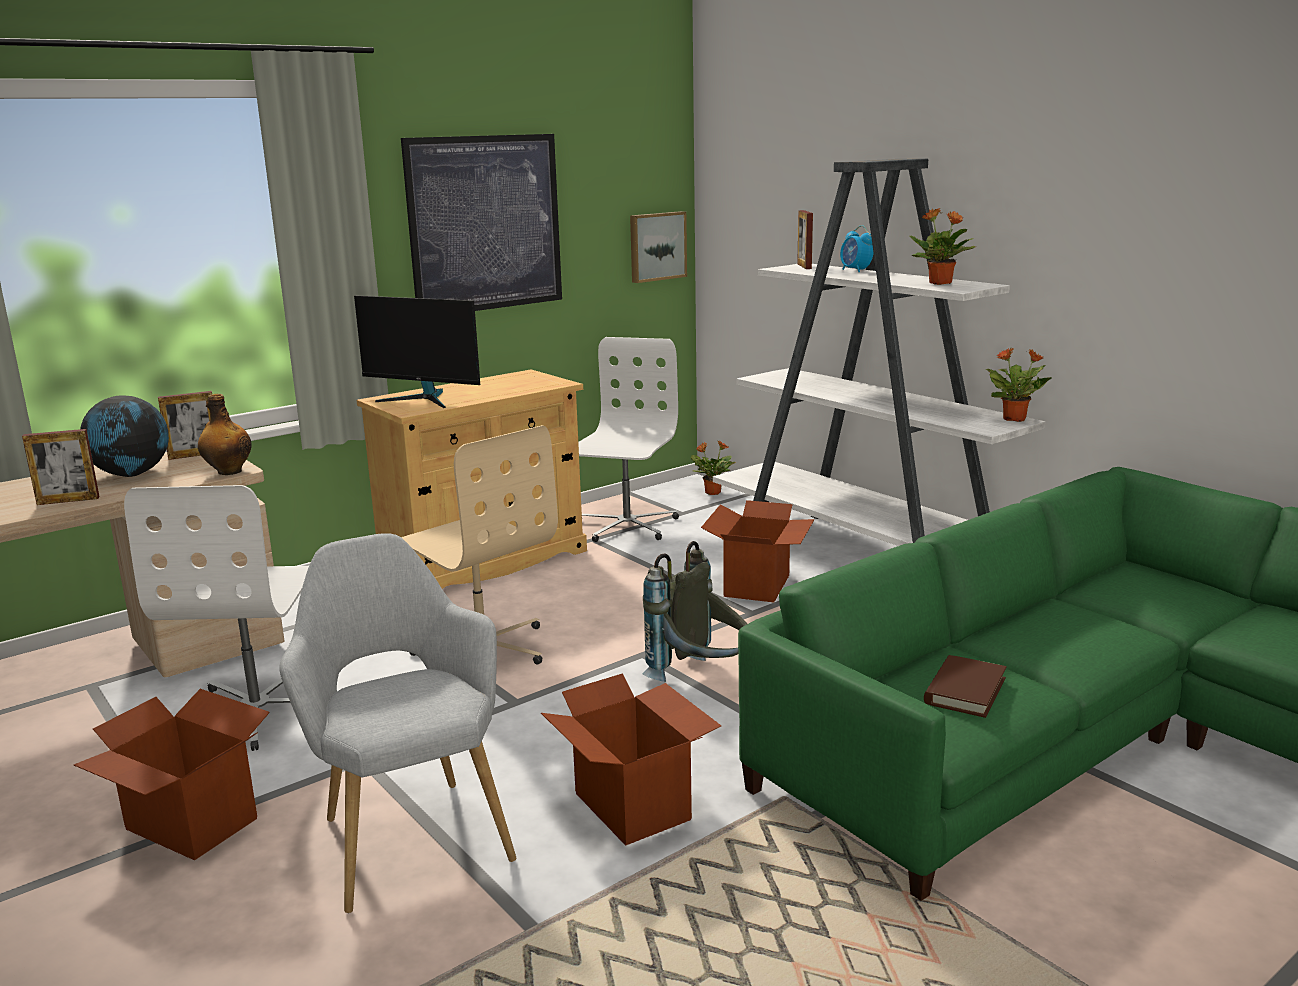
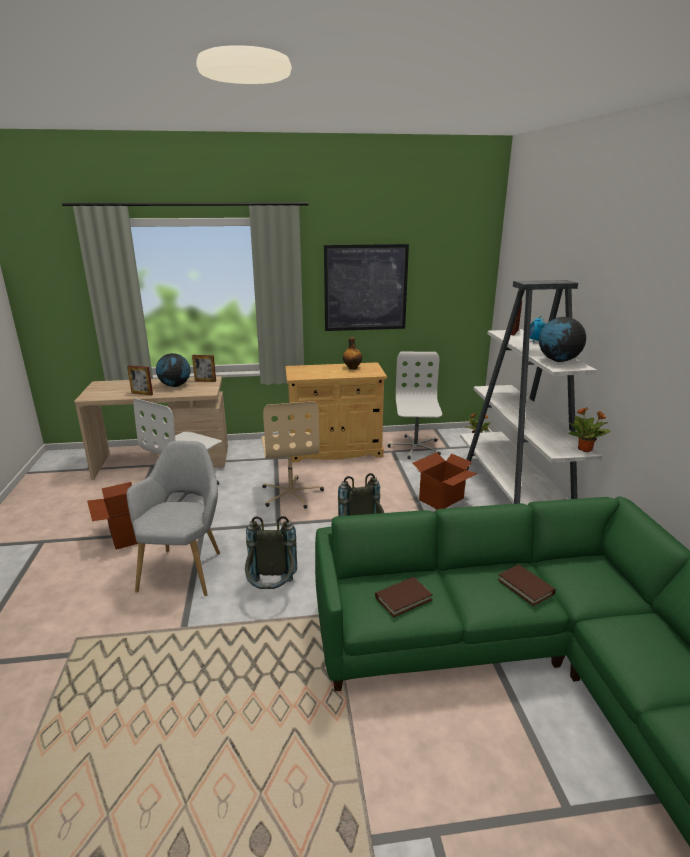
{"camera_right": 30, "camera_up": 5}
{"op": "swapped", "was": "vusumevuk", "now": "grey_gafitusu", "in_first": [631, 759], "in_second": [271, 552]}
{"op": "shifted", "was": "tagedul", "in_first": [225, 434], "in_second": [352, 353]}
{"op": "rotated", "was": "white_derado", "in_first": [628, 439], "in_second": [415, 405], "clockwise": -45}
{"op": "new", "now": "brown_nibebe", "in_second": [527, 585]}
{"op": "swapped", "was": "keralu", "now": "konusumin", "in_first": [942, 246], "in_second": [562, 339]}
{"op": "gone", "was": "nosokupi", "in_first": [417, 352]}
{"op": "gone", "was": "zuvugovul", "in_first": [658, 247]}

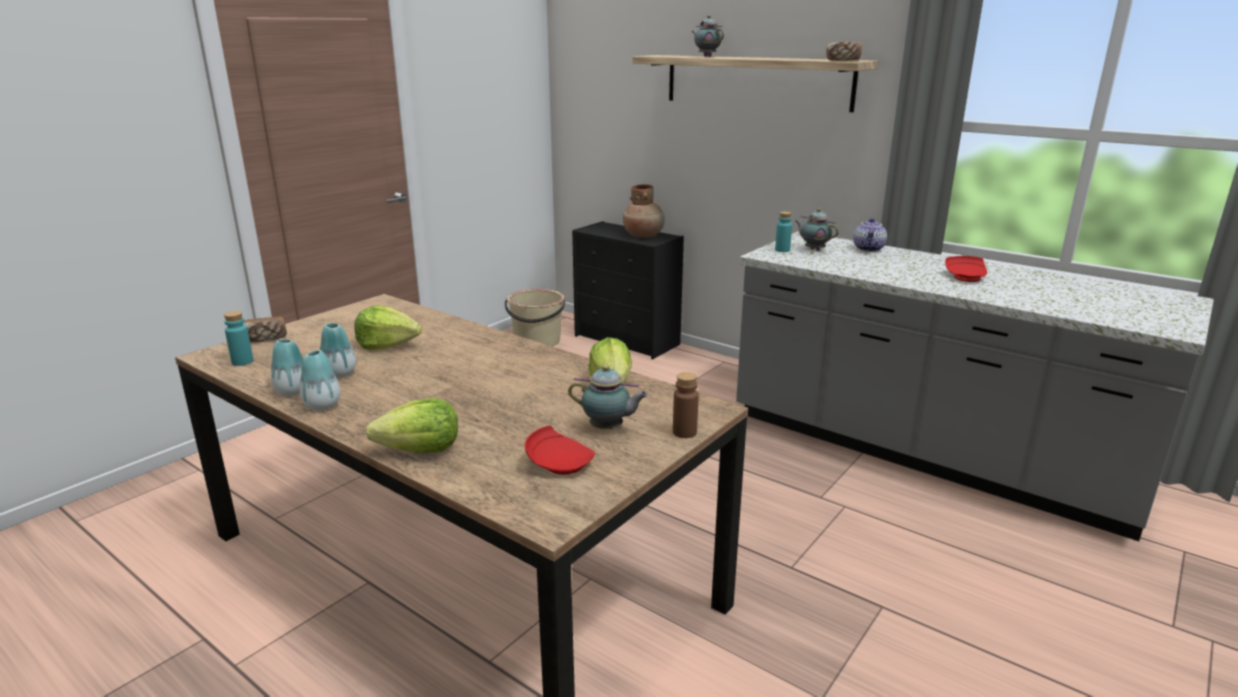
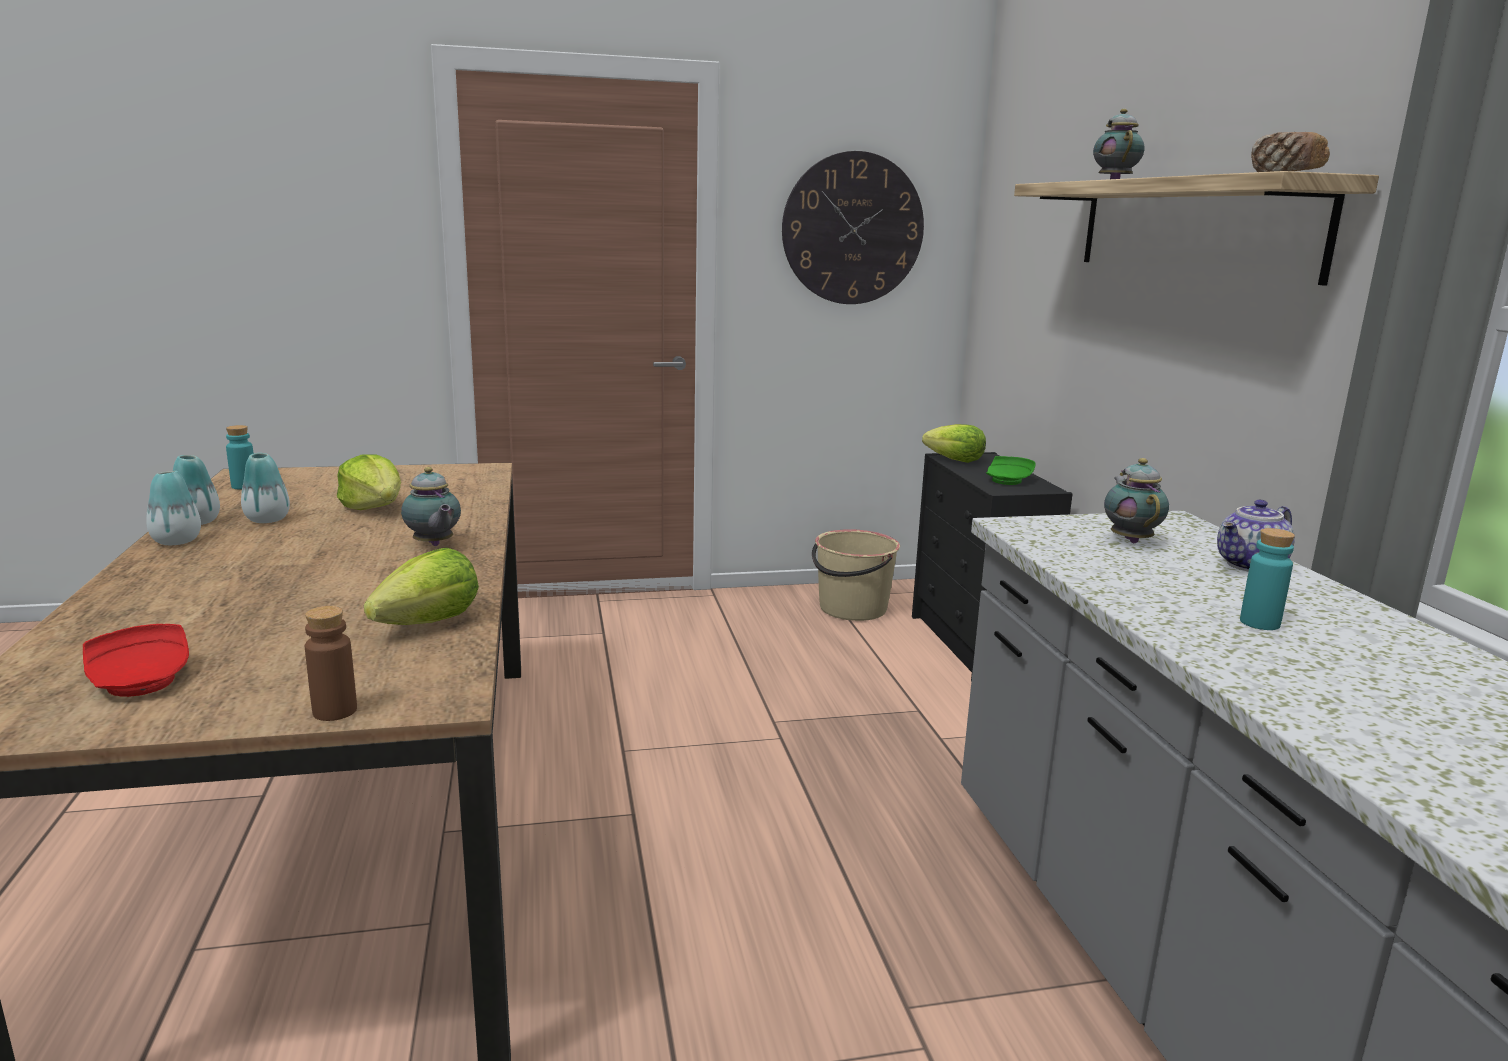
{"camera_right": 40, "camera_up": -5}
{"op": "shifted", "was": "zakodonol", "in_first": [608, 397], "in_second": [431, 506]}
{"op": "new", "now": "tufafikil", "in_second": [853, 227]}
{"op": "shifted", "was": "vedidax", "in_first": [412, 425], "in_second": [954, 443]}
{"op": "swapped", "was": "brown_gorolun", "now": "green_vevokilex", "in_first": [644, 211], "in_second": [1011, 470]}
{"op": "shifted", "was": "turquoise_tagedul", "in_first": [783, 231], "in_second": [1267, 579]}
{"op": "gone", "was": "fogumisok", "in_first": [265, 329]}
{"op": "gone", "was": "red_vevokilex", "in_first": [966, 269]}

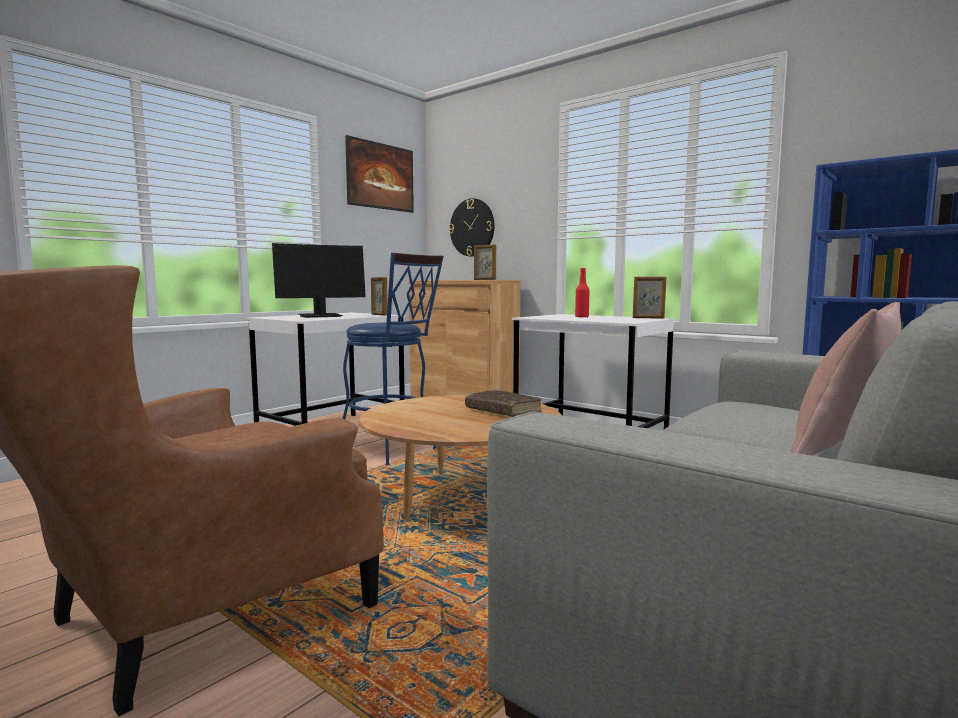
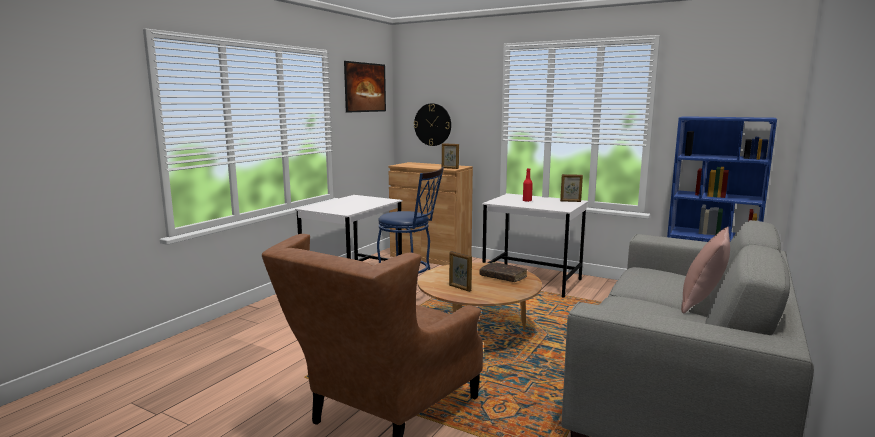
{"camera_right": -10, "camera_up": 5}
{"op": "shifted", "was": "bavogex", "in_first": [379, 296], "in_second": [460, 271]}
{"op": "gone", "was": "nosokupi", "in_first": [319, 280]}

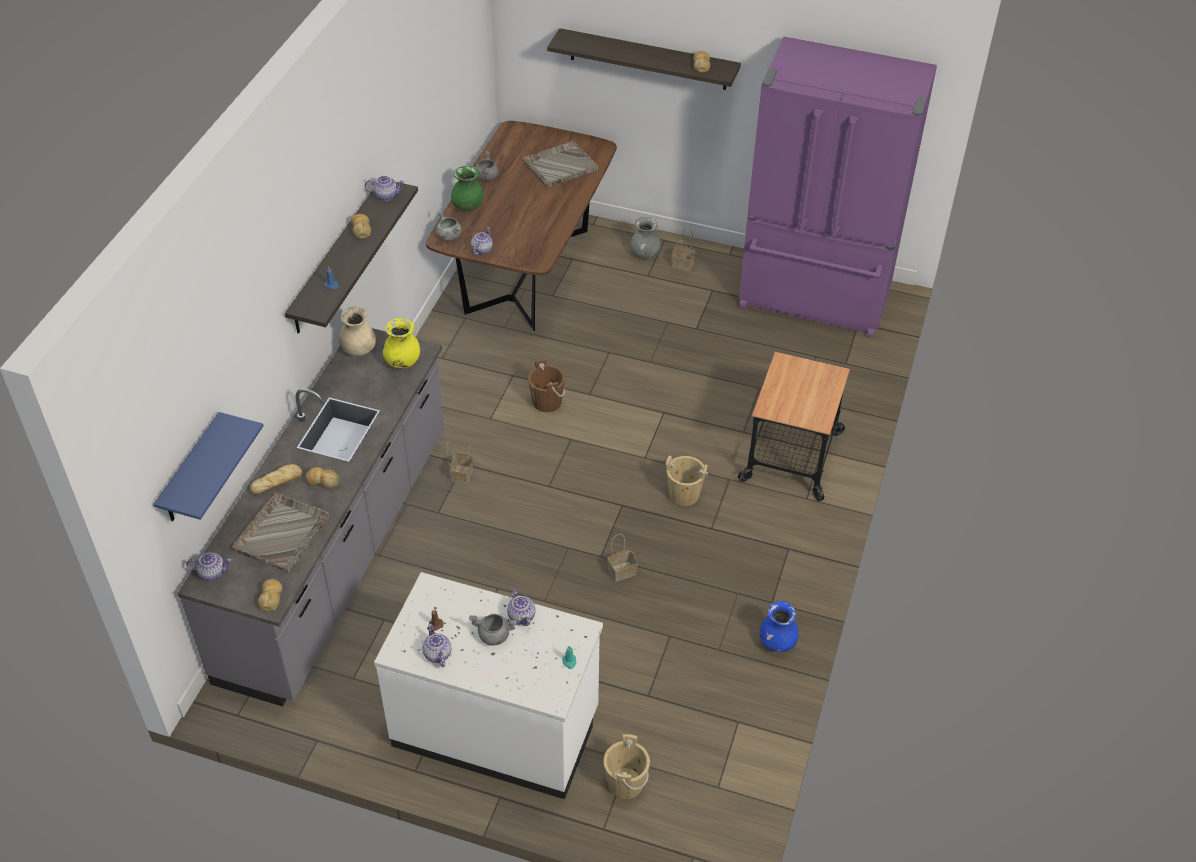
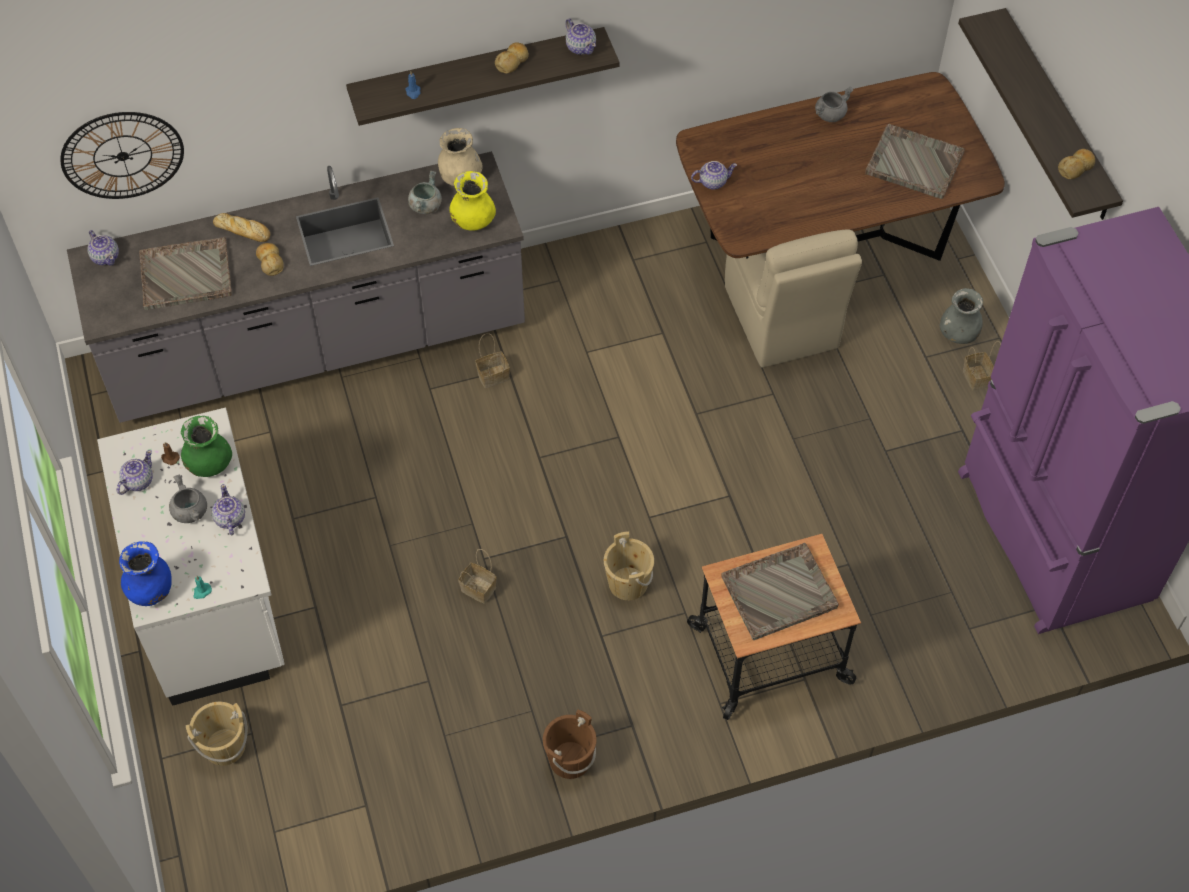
{"camera_right": 55, "camera_up": 10}
{"op": "swapped", "was": "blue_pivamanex", "now": "tufafikil", "in_first": [208, 466], "in_second": [122, 155]}
{"op": "shifted", "was": "blue_gorolun", "in_first": [779, 626], "in_second": [145, 573]}
{"op": "shifted", "was": "green_gorolun", "in_first": [467, 188], "in_second": [206, 446]}
{"op": "rotated", "was": "zakodonol", "in_first": [521, 607], "in_second": [228, 509], "clockwise": 135}
{"op": "shifted", "was": "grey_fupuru", "in_first": [449, 225], "in_second": [425, 192]}
{"op": "shifted", "was": "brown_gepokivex", "in_first": [546, 385], "in_second": [570, 744]}
{"op": "new", "now": "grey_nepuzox", "in_second": [780, 591]}
{"op": "new", "now": "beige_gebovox", "in_second": [793, 298]}
{"op": "gone", "was": "fogumisok", "in_first": [270, 595]}

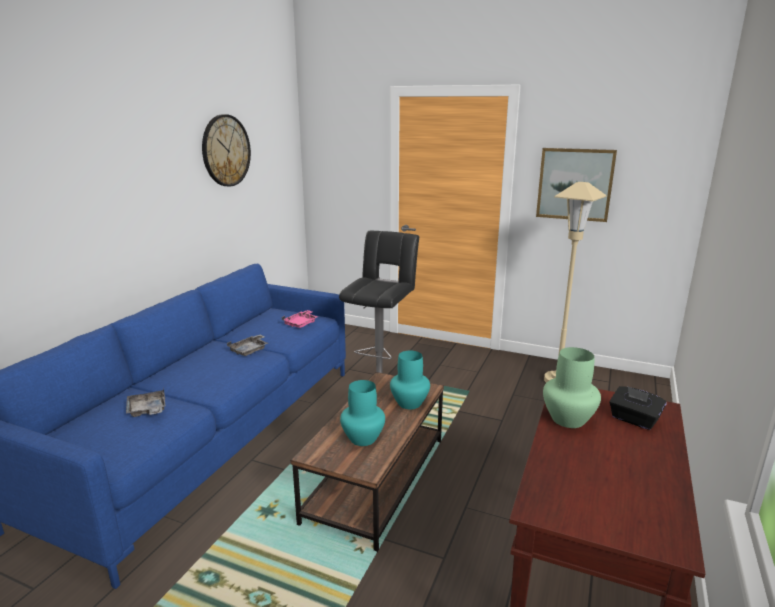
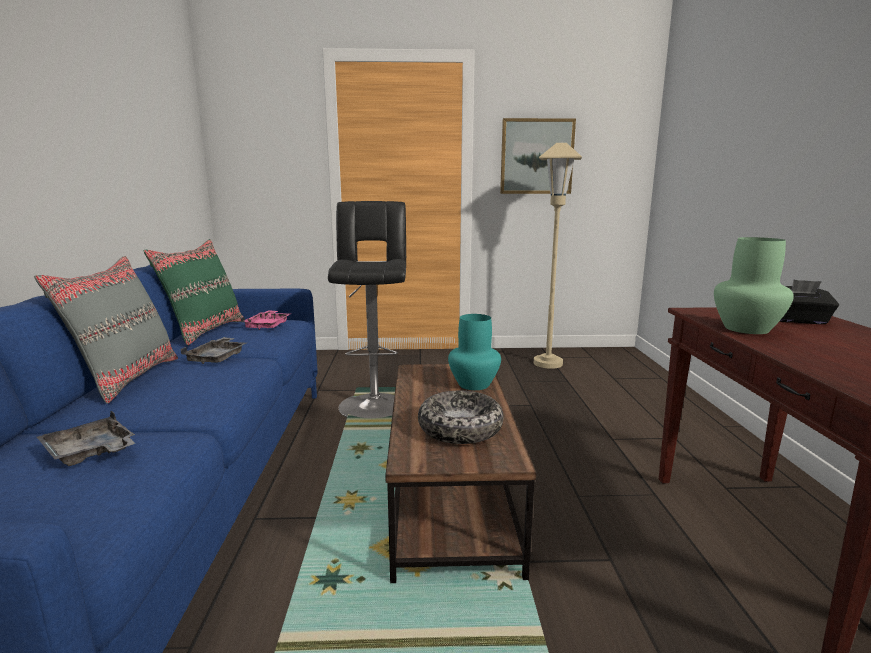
{"camera_right": -25, "camera_up": -5}
{"op": "new", "now": "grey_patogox", "in_second": [106, 330]}
{"op": "new", "now": "green_patogox", "in_second": [193, 292]}
{"op": "swapped", "was": "turquoise_gorolun", "now": "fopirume", "in_first": [362, 413], "in_second": [461, 417]}
{"op": "gone", "was": "tufafikil", "in_first": [226, 150]}

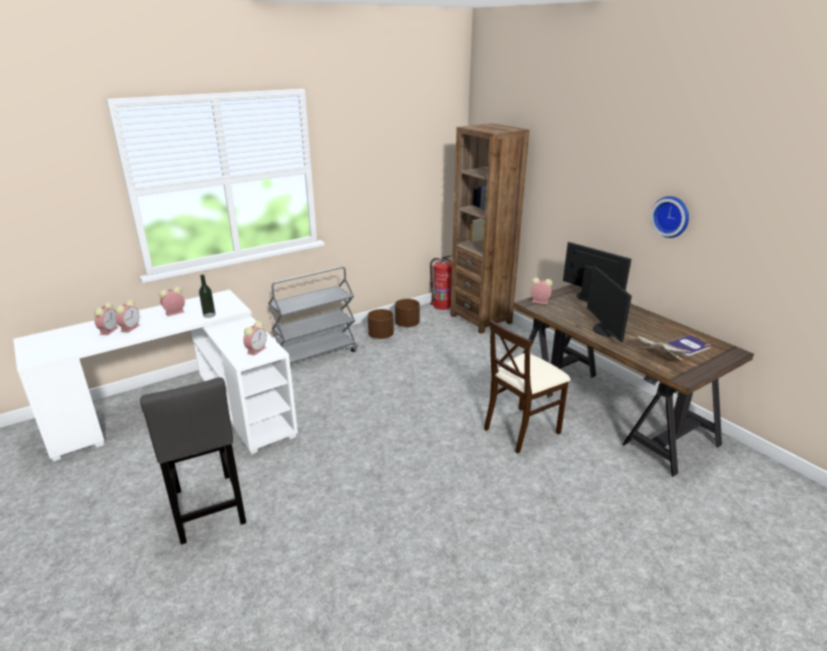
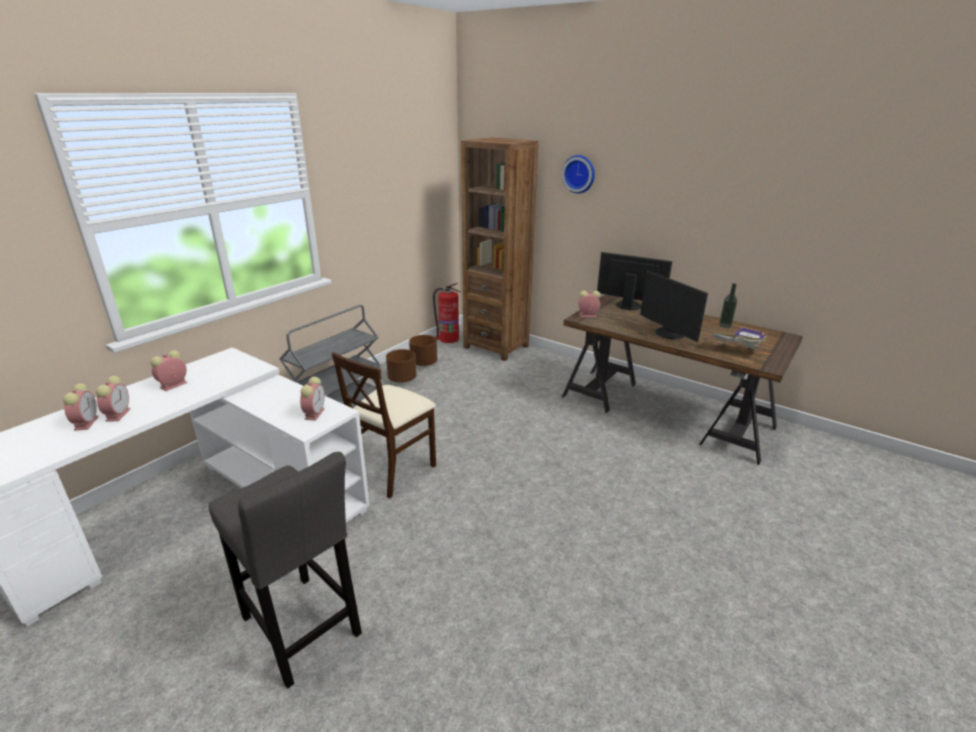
{"camera_right": -20, "camera_up": 0}
{"op": "shifted", "was": "beige_gebovox", "in_first": [527, 387], "in_second": [384, 425]}
{"op": "shifted", "was": "tufafikil", "in_first": [669, 217], "in_second": [578, 174]}
{"op": "shifted", "was": "tagedul", "in_first": [207, 296], "in_second": [728, 305]}

